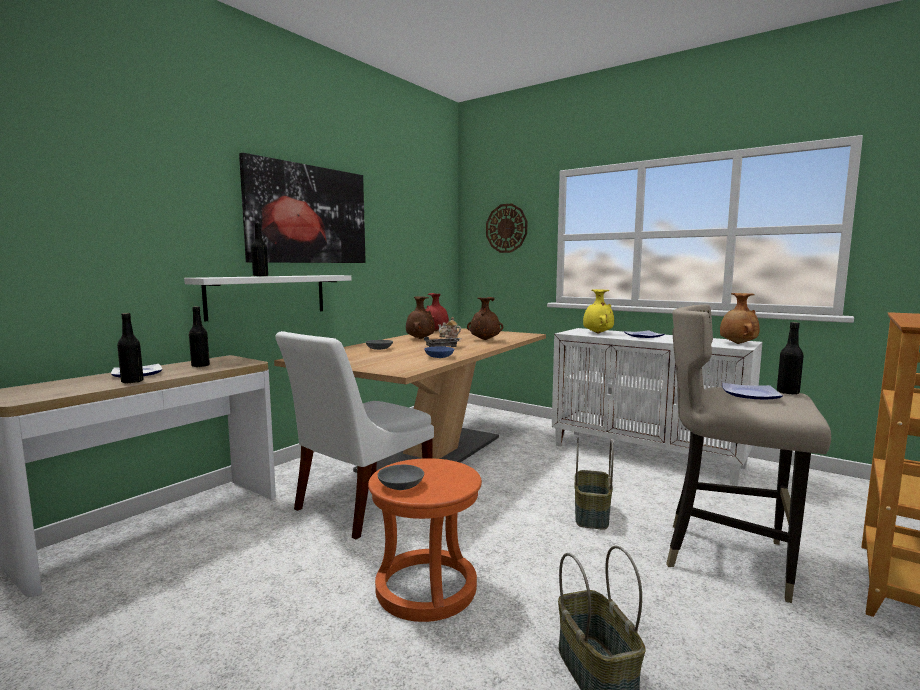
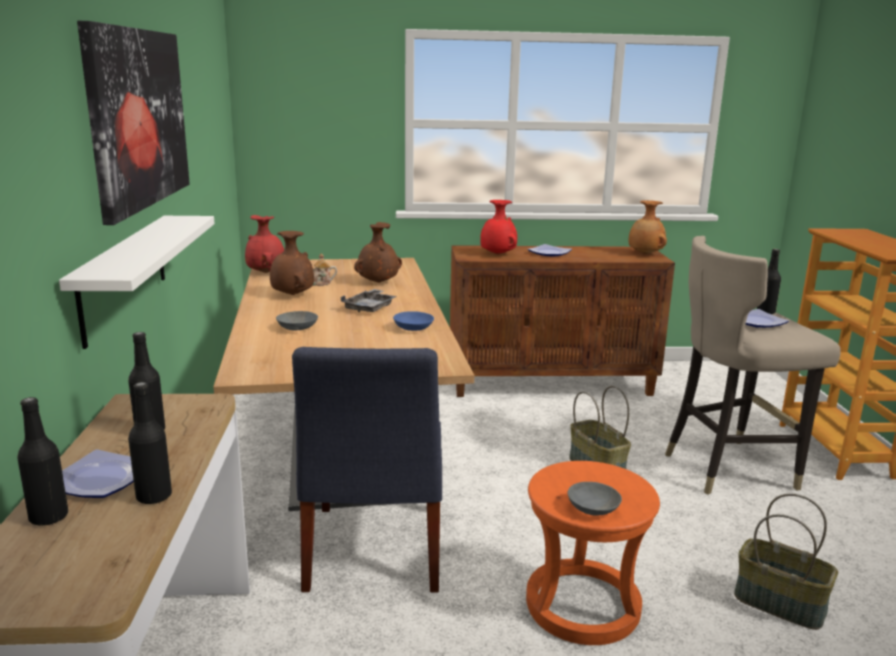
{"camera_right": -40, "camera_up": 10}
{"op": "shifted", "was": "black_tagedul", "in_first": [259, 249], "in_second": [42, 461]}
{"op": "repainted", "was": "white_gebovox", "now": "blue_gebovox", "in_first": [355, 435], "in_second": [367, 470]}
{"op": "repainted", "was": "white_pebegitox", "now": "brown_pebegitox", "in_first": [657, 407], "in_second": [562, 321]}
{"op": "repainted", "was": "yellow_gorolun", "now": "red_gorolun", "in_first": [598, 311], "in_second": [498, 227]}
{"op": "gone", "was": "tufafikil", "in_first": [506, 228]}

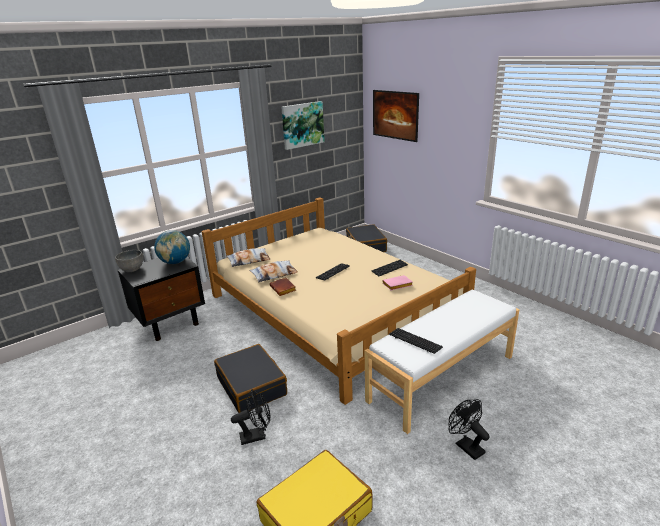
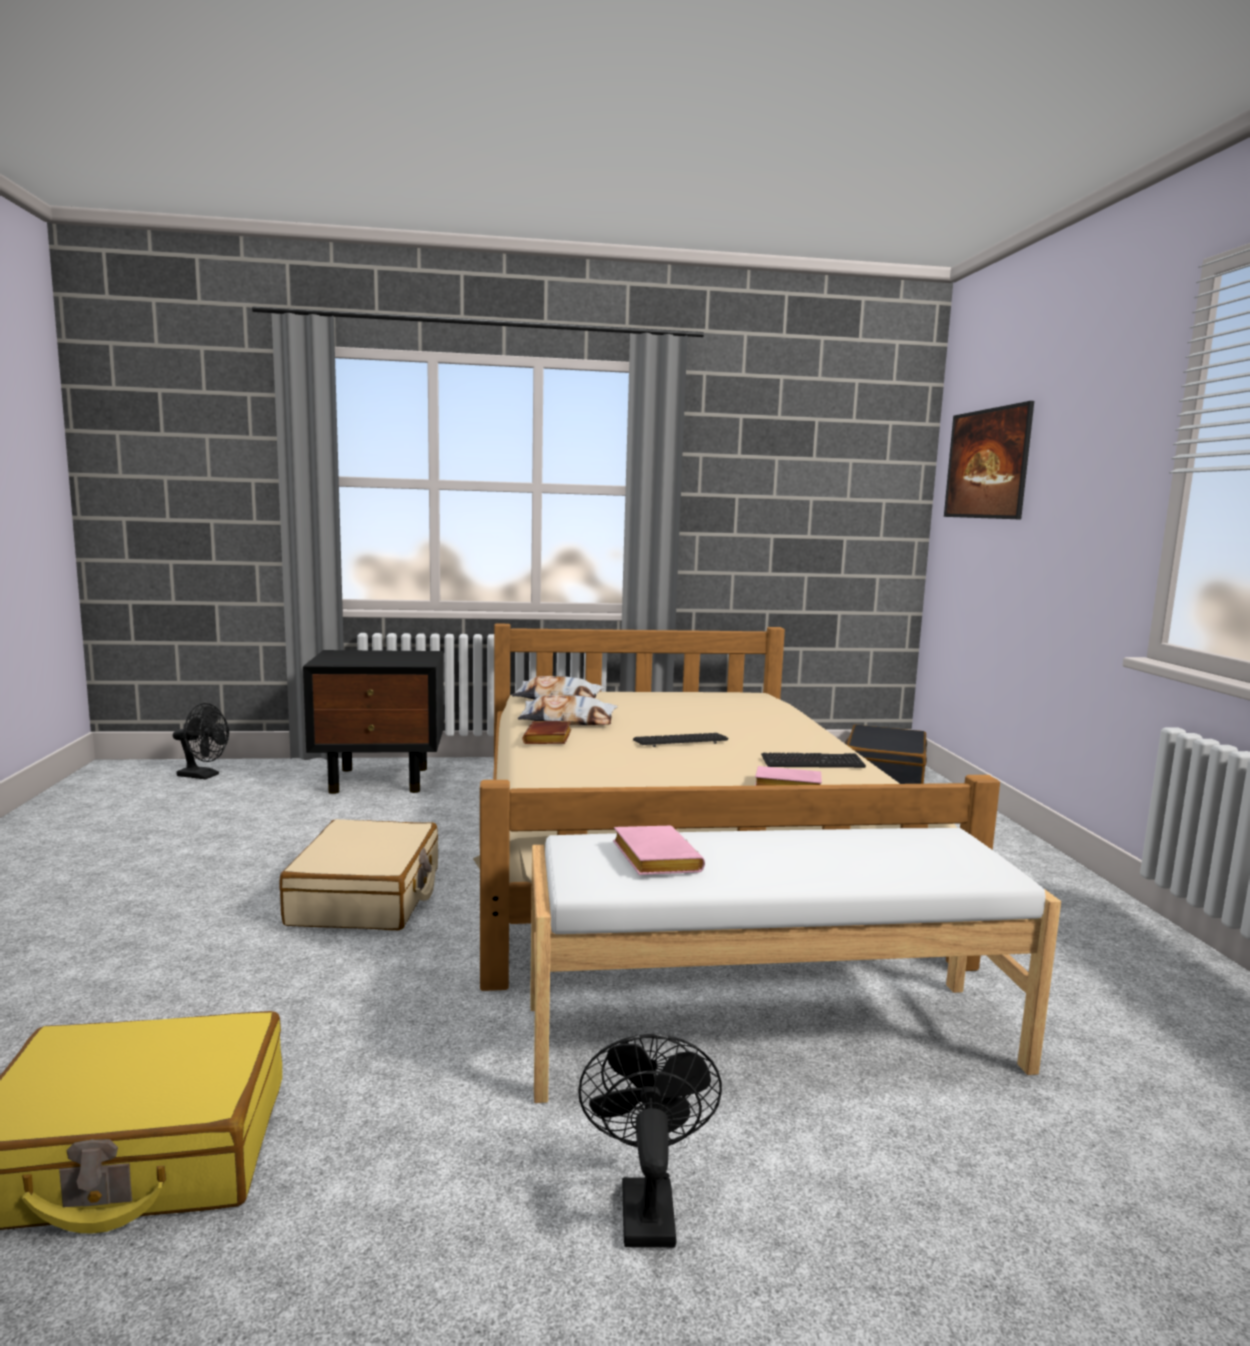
{"camera_right": 30, "camera_up": -15}
{"op": "shifted", "was": "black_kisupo", "in_first": [250, 417], "in_second": [201, 741]}
{"op": "repainted", "was": "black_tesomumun", "now": "beige_tesomumun", "in_first": [250, 378], "in_second": [358, 874]}
{"op": "swapped", "was": "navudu", "now": "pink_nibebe", "in_first": [416, 341], "in_second": [659, 850]}
{"op": "gone", "was": "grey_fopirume", "in_first": [129, 261]}
{"op": "gone", "was": "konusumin", "in_first": [172, 247]}
{"op": "gone", "was": "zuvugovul", "in_first": [302, 125]}

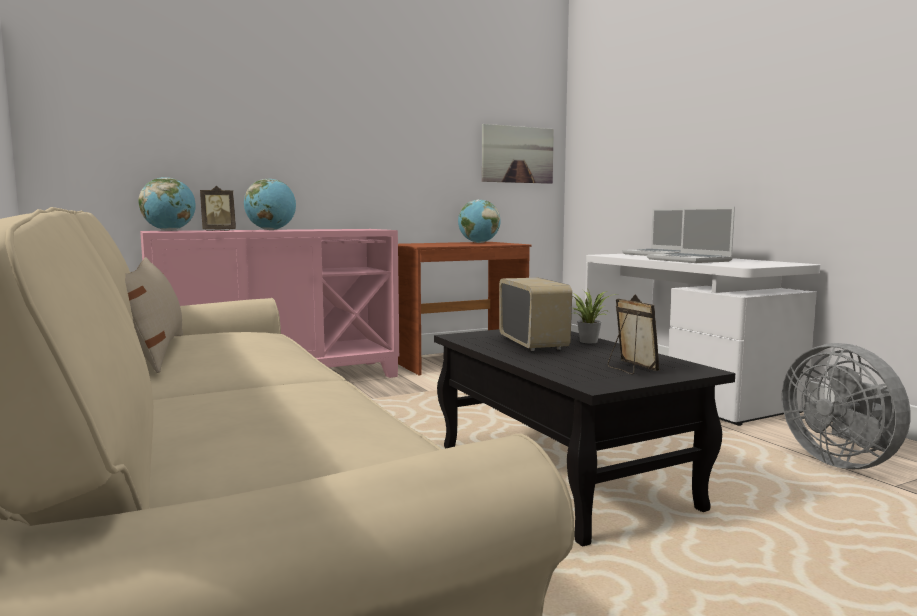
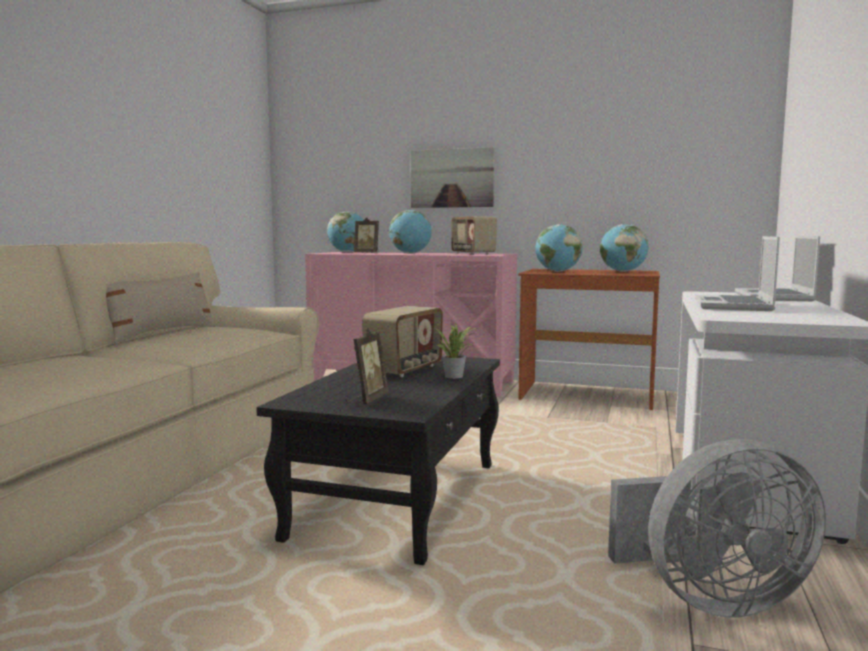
{"camera_right": 45, "camera_up": 0}
{"op": "shifted", "was": "zuvugovul", "in_first": [518, 154], "in_second": [452, 177]}
{"op": "new", "now": "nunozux", "in_second": [474, 235]}
{"op": "new", "now": "konusumin", "in_second": [558, 248]}
{"op": "rotated", "was": "grey_kisupo", "in_first": [846, 406], "in_second": [717, 528], "clockwise": -120}

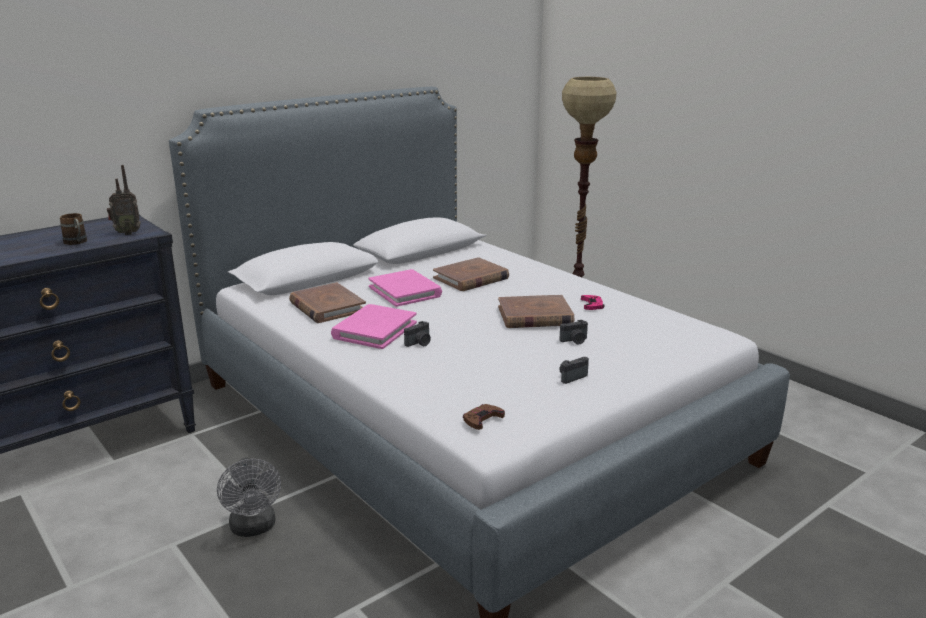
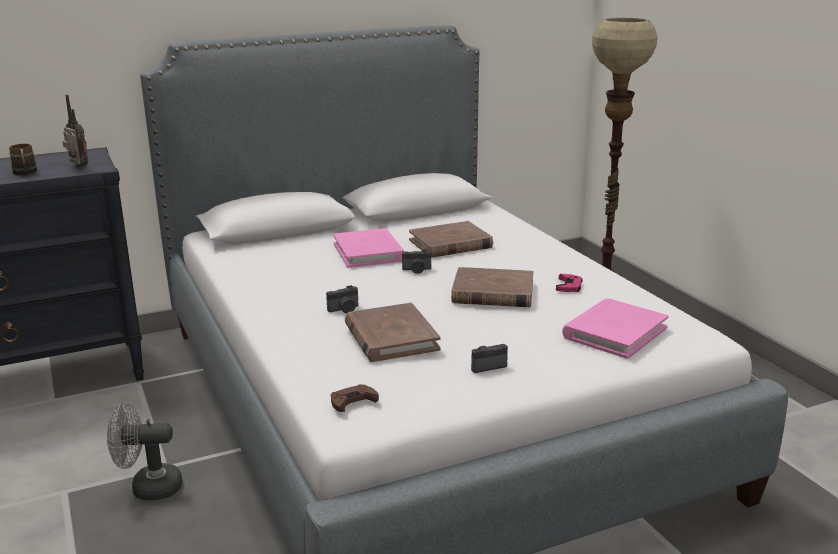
{"camera_right": 15, "camera_up": 0}
{"op": "rotated", "was": "nunozux", "in_first": [124, 200], "in_second": [75, 131], "clockwise": -135}
{"op": "rotated", "was": "grey_kisupo", "in_first": [249, 497], "in_second": [144, 451], "clockwise": 90}
{"op": "shifted", "was": "brown_nibebe", "in_first": [327, 303], "in_second": [393, 332]}
{"op": "shifted", "was": "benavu", "in_first": [573, 332], "in_second": [416, 261]}
{"op": "shifted", "was": "pink_nibebe", "in_first": [374, 326], "in_second": [615, 329]}

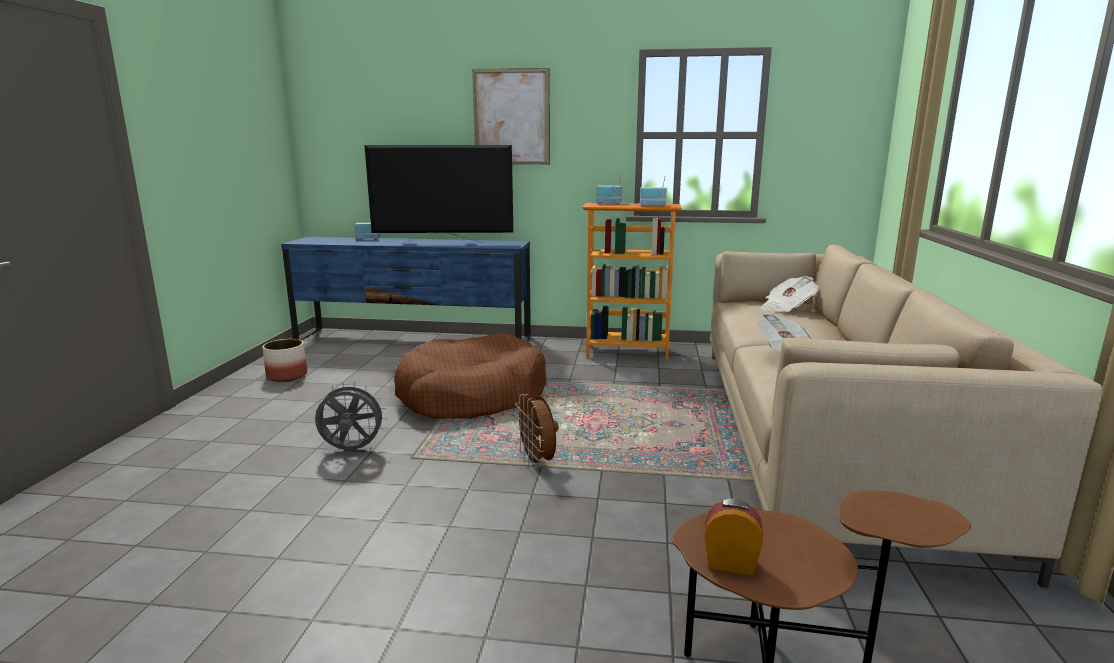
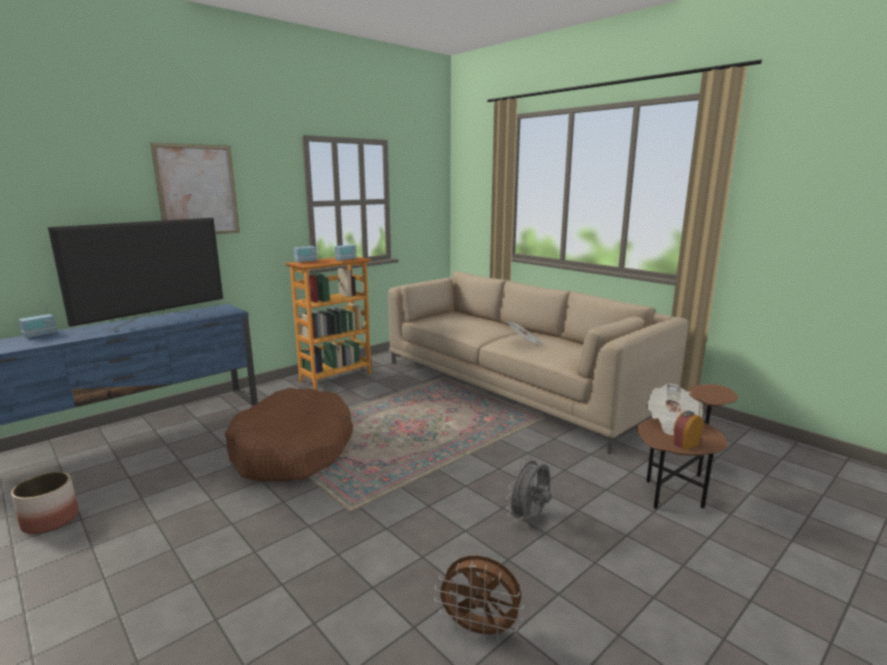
{"camera_right": -50, "camera_up": 0}
{"op": "shifted", "was": "brown_kisupo", "in_first": [536, 431], "in_second": [479, 598]}
{"op": "shifted", "was": "grey_kisupo", "in_first": [350, 416], "in_second": [528, 489]}
{"op": "shifted", "was": "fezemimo", "in_first": [790, 294], "in_second": [674, 409]}

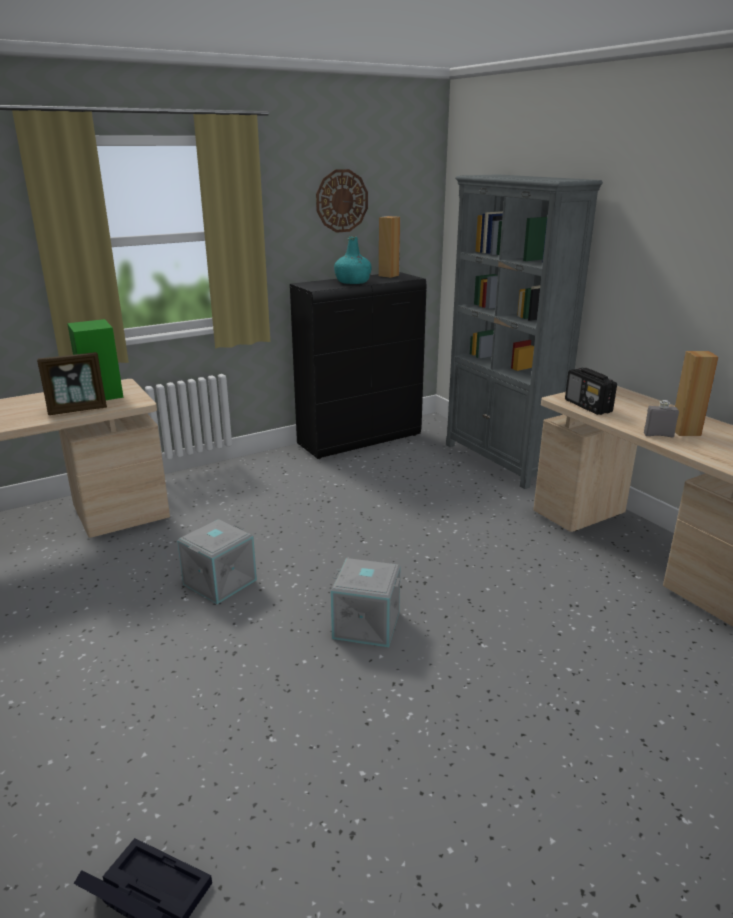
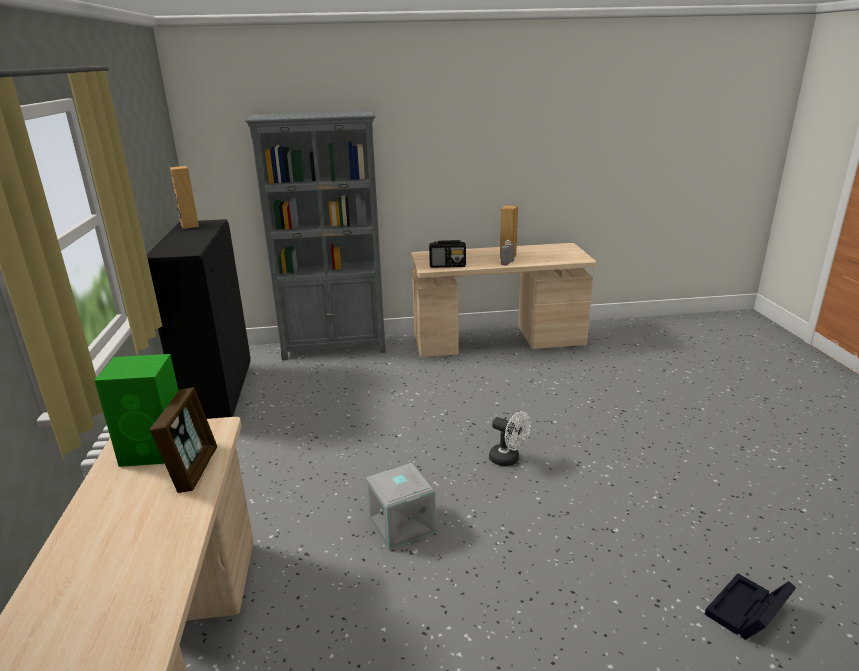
{"camera_right": -65, "camera_up": 0}
{"op": "swapped", "was": "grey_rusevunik", "now": "white_kisupo", "in_first": [366, 602], "in_second": [510, 439]}
{"op": "gone", "was": "tufafikil", "in_first": [342, 201]}
{"op": "gone", "was": "turquoise_tagedul", "in_first": [353, 260]}

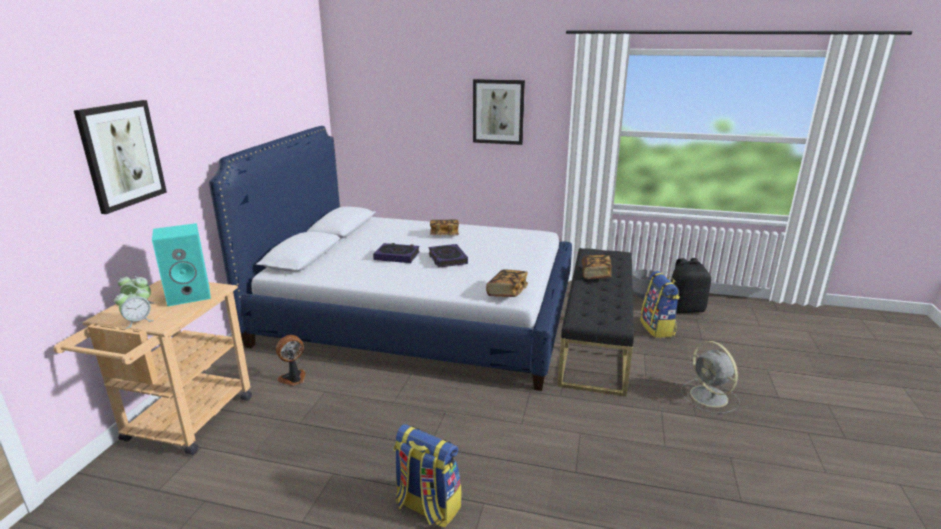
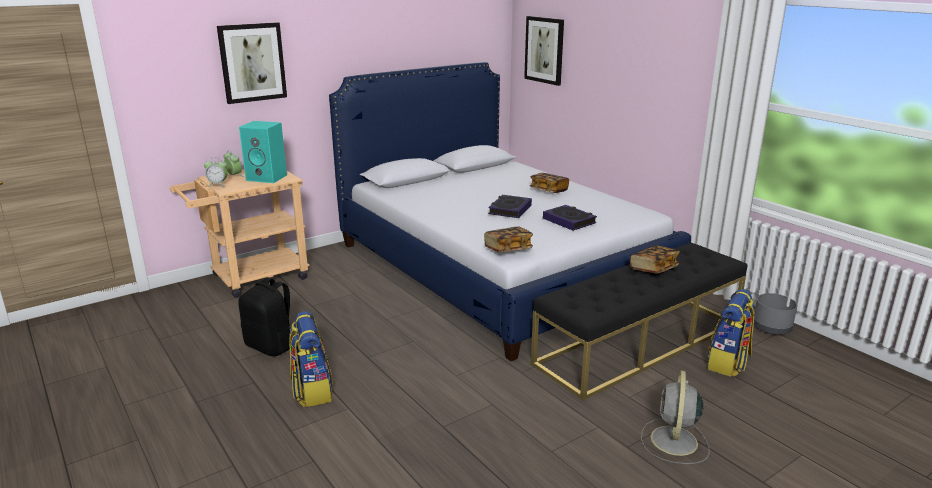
{"camera_right": 40, "camera_up": 0}
{"op": "shifted", "was": "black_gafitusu", "in_first": [691, 285], "in_second": [264, 316]}
{"op": "shifted", "was": "zuvugovul", "in_first": [499, 112], "in_second": [544, 51]}
{"op": "shifted", "was": "nibebe", "in_first": [396, 253], "in_second": [570, 218]}
{"op": "gone", "was": "kisupo", "in_first": [291, 360]}

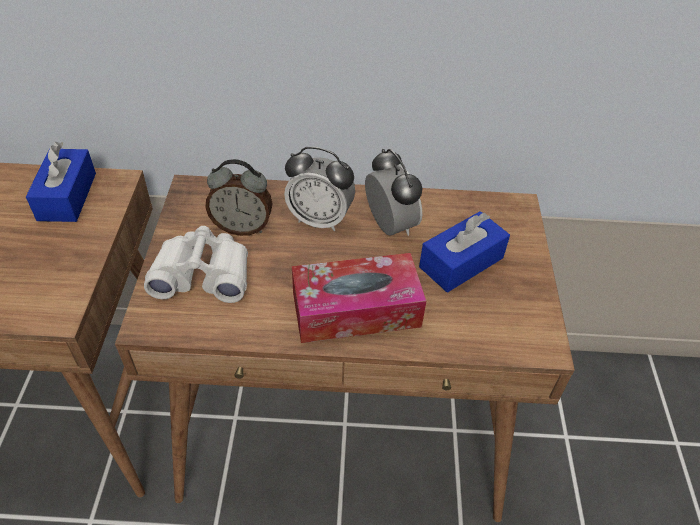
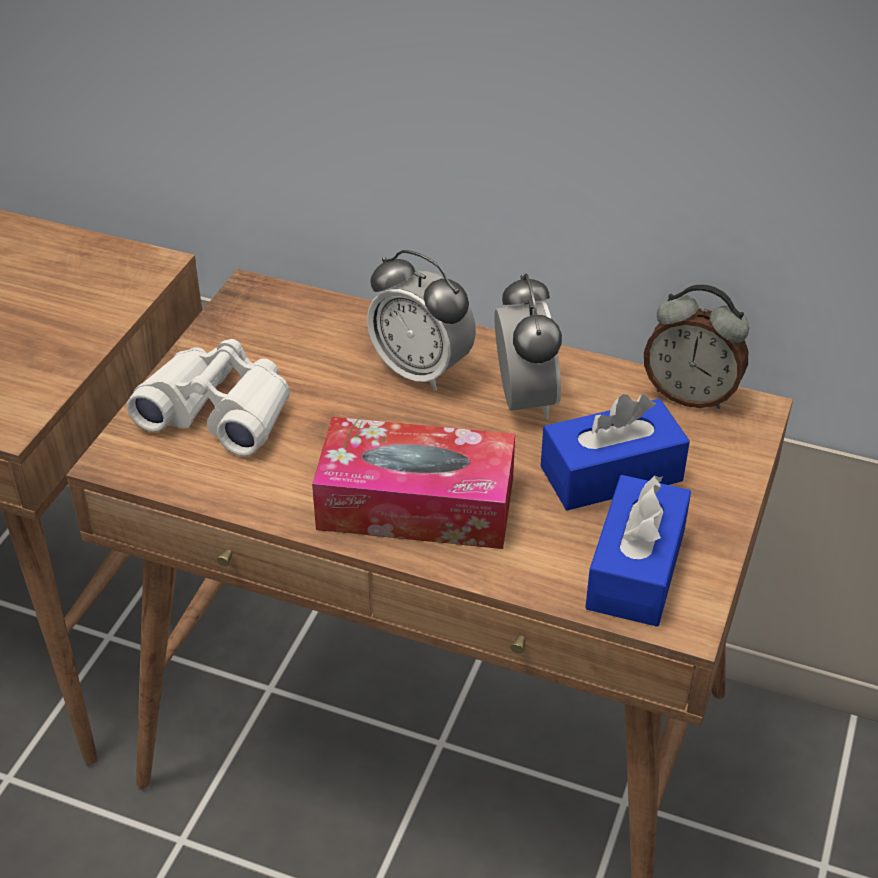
{"camera_right": 20, "camera_up": -5}
{"op": "shifted", "was": "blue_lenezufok", "in_first": [61, 182], "in_second": [638, 551]}
{"op": "shifted", "was": "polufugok", "in_first": [239, 197], "in_second": [696, 346]}

